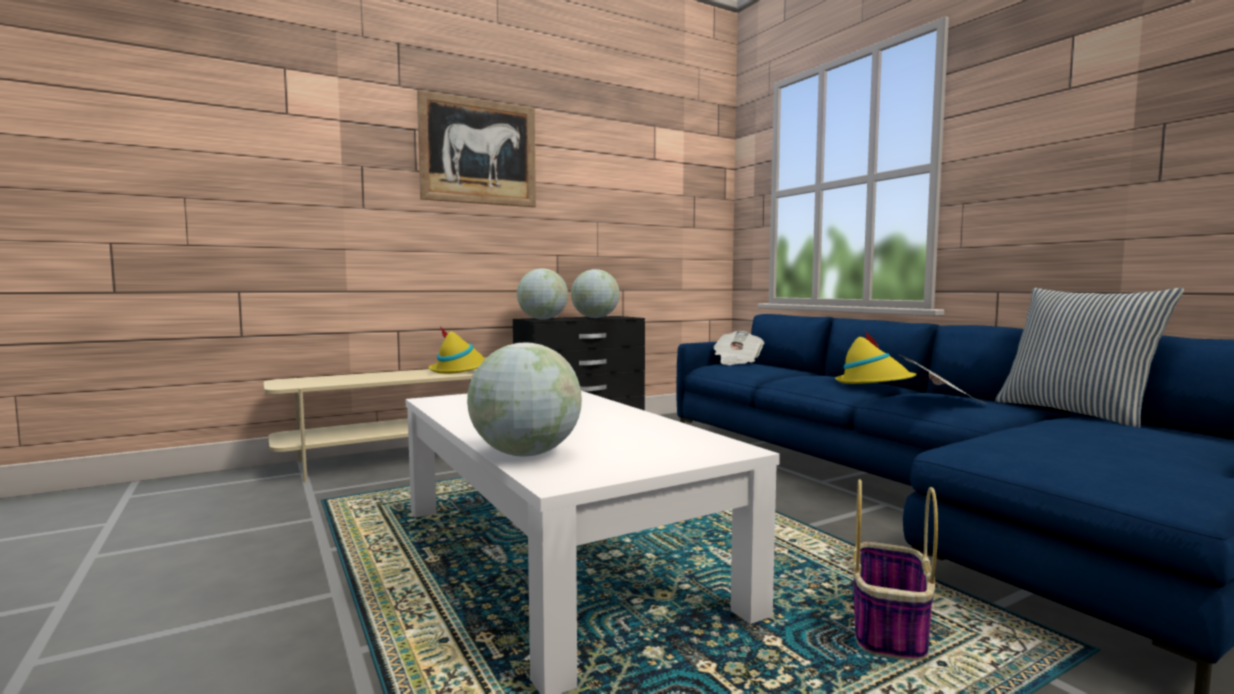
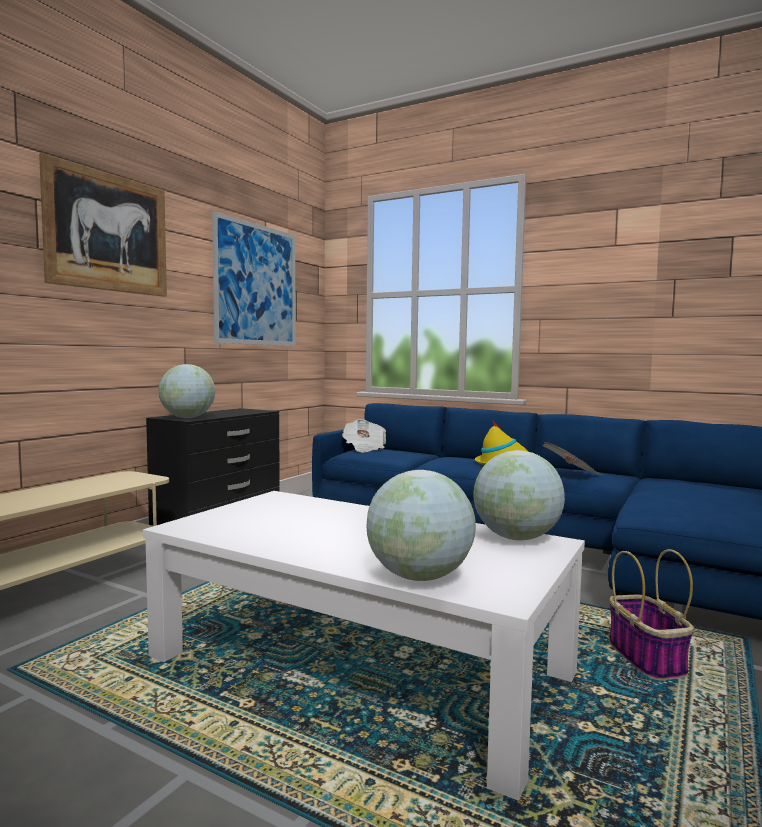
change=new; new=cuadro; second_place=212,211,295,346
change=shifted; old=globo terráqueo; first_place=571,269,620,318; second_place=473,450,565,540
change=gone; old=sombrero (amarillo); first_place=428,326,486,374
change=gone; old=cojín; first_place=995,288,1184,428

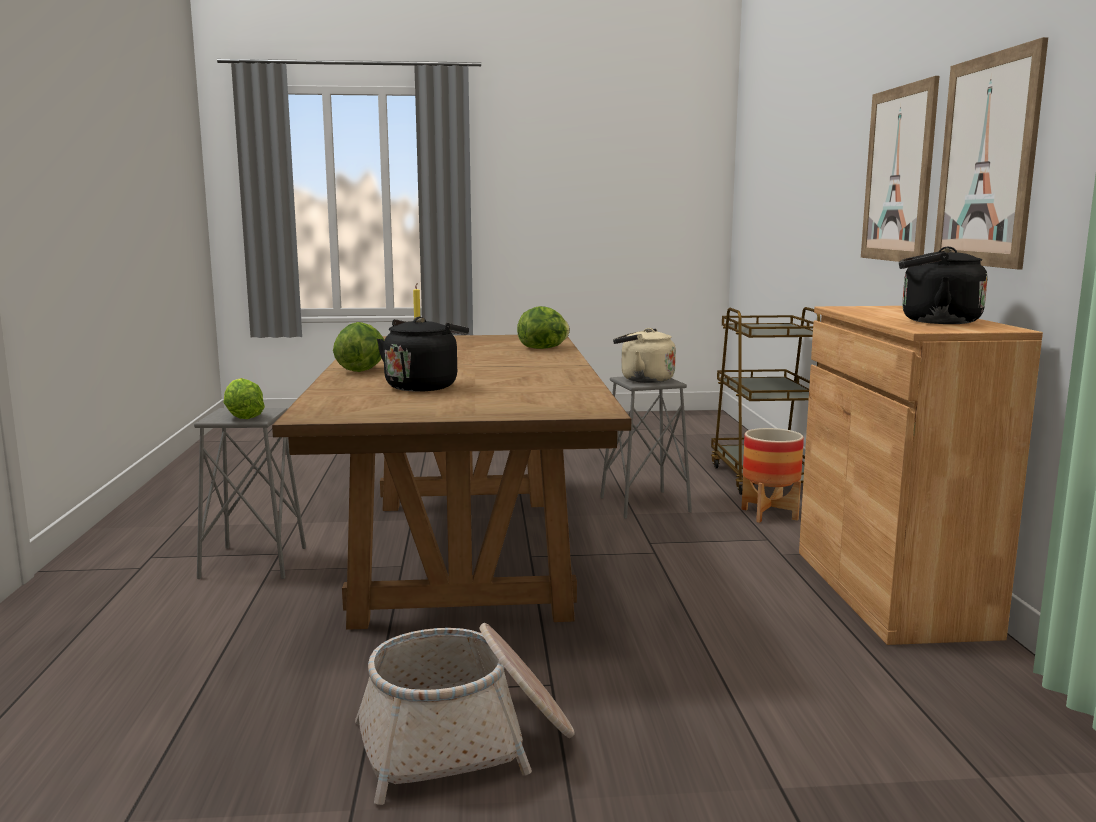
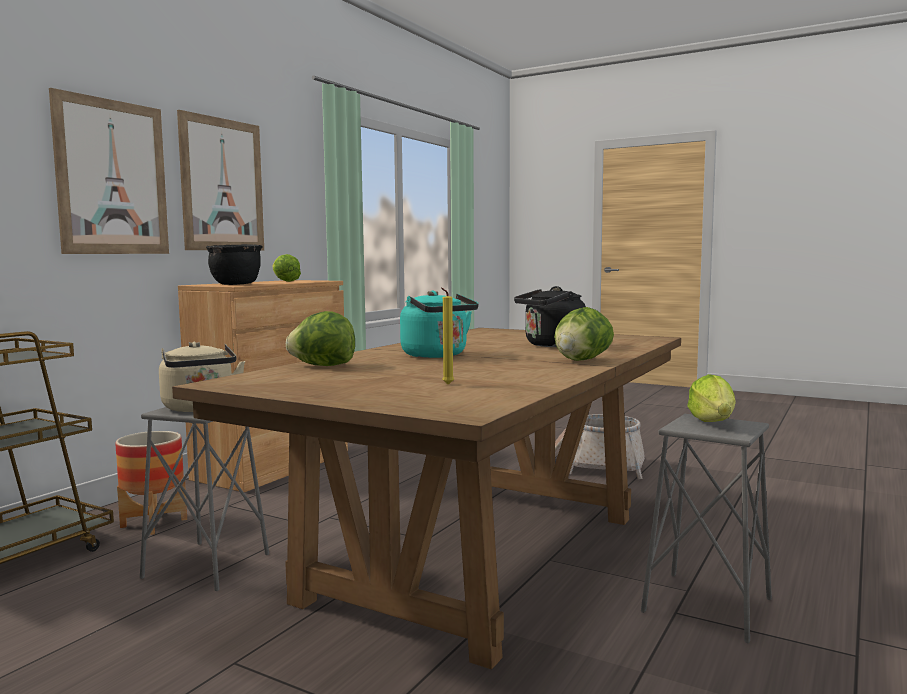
change=new; new=olla (negro); second_place=206,244,263,285
change=swapped; old=hervidor (negro); new=lechuga; first_place=899,247,988,324; second_place=272,254,301,282
change=new; new=hervidor (turquesa); second_place=400,291,479,358

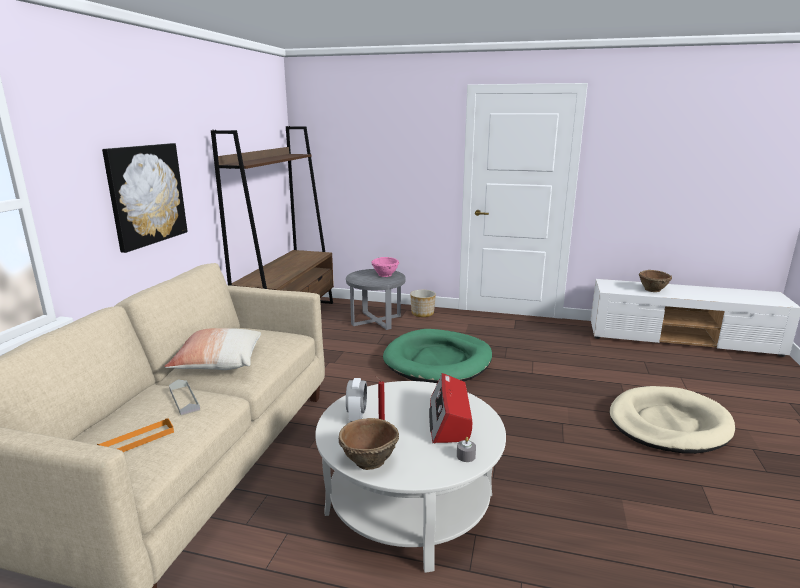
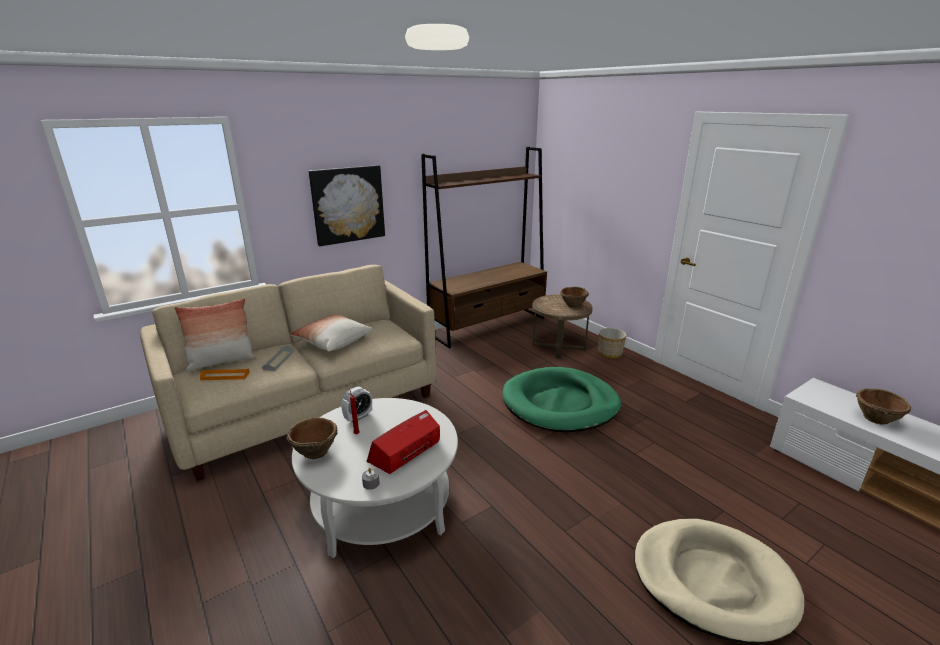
change=new; new=cojín; second_place=175,298,256,372
change=repainted; old=mesa auxiliar (gris); new=mesa auxiliar (marrón); first_place=346,269,406,330; second_place=532,295,593,359
change=repainted; old=cuenco (rosa); new=cuenco (marrón); first_place=371,257,399,277; second_place=560,287,589,308

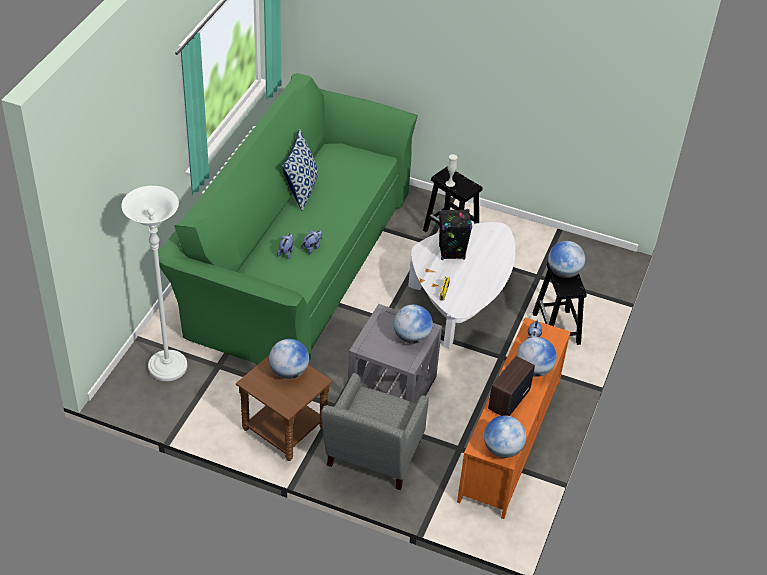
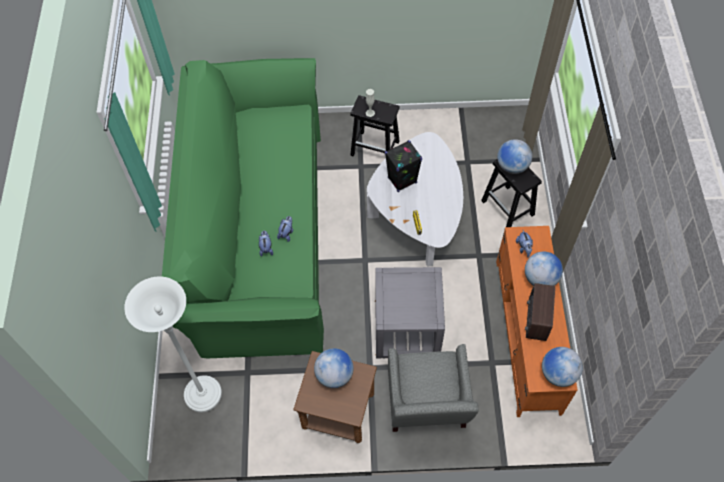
change=gone; old=cojín; first_place=282,129,319,211
change=gone; old=globo terráqueo; first_place=394,305,433,344

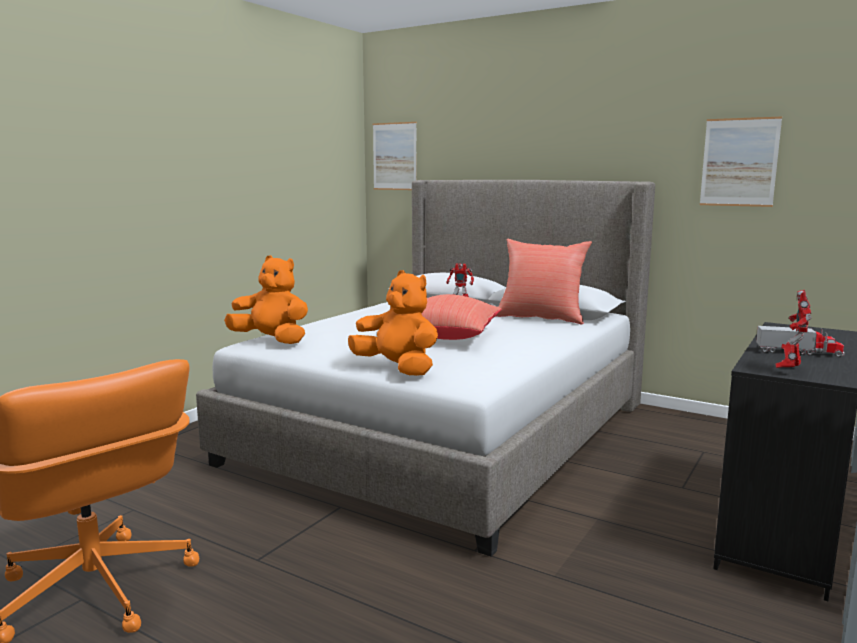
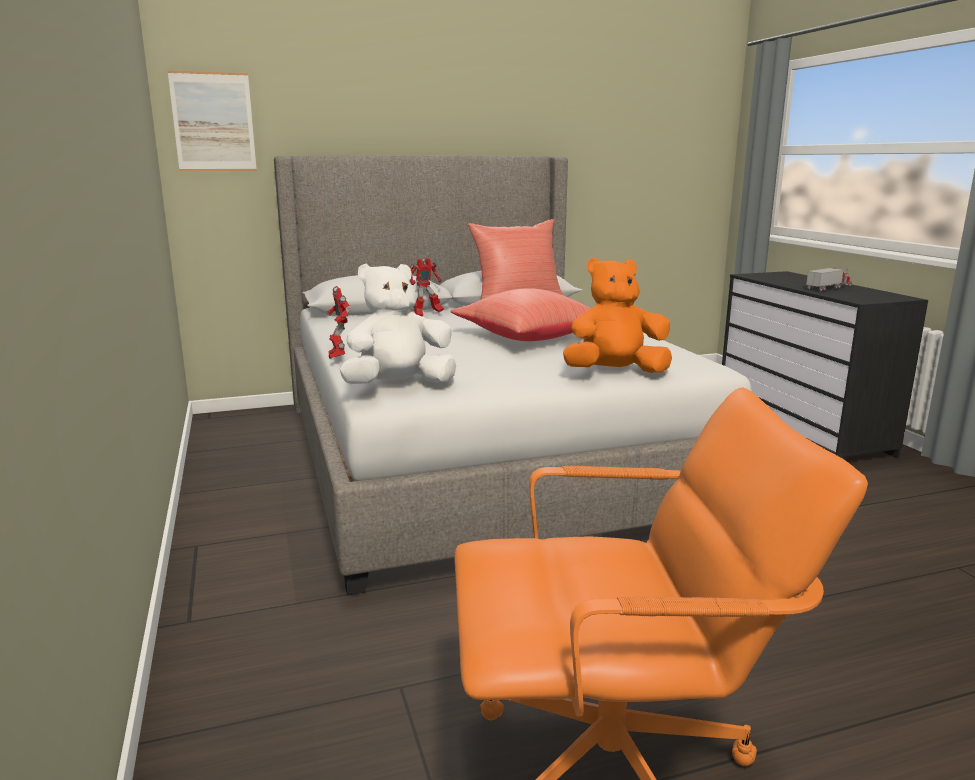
change=shifted; old=robot de juguete; first_place=775,290,811,368; second_place=327,286,350,359
change=repainted; old=peluche (naranja); new=peluche (blanco); first_place=224,255,308,344; second_place=340,264,456,384
change=gone; old=cuadro; first_place=700,116,782,207

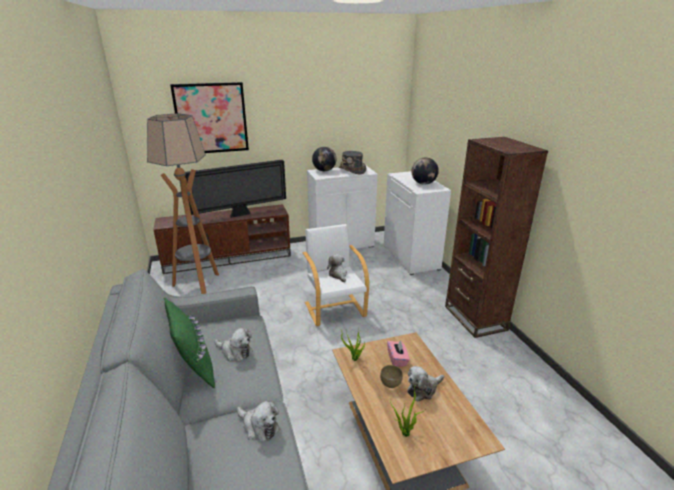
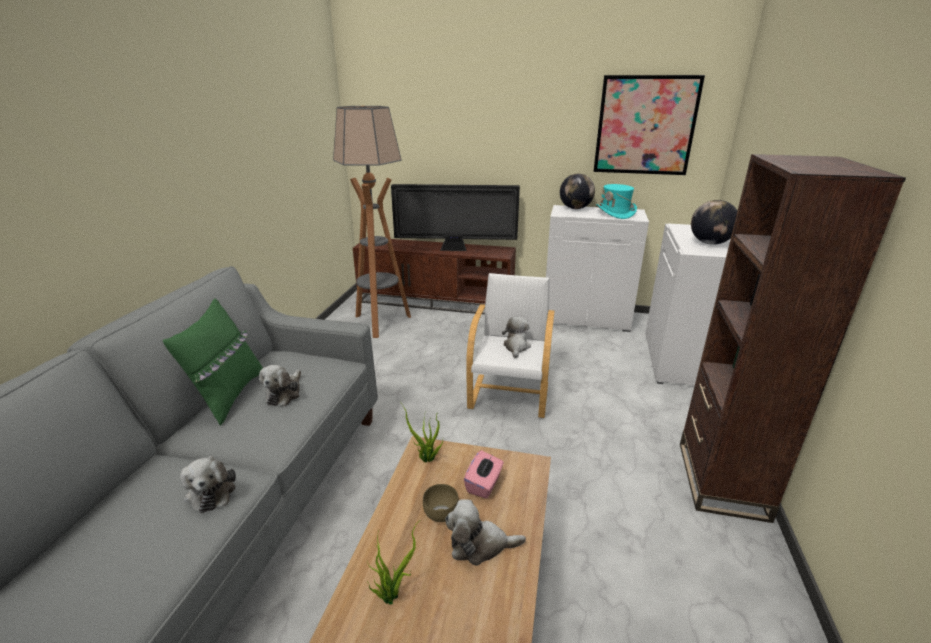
change=rotated; old=peluche; first_place=215,328,253,361; second_place=259,365,301,406; degrees=45
change=shifted; old=cuadro; first_place=170,82,249,153; second_place=594,75,705,175
change=repainted; old=sombrero (gris); new=sombrero (turquesa); first_place=339,151,366,175; second_place=596,184,637,219

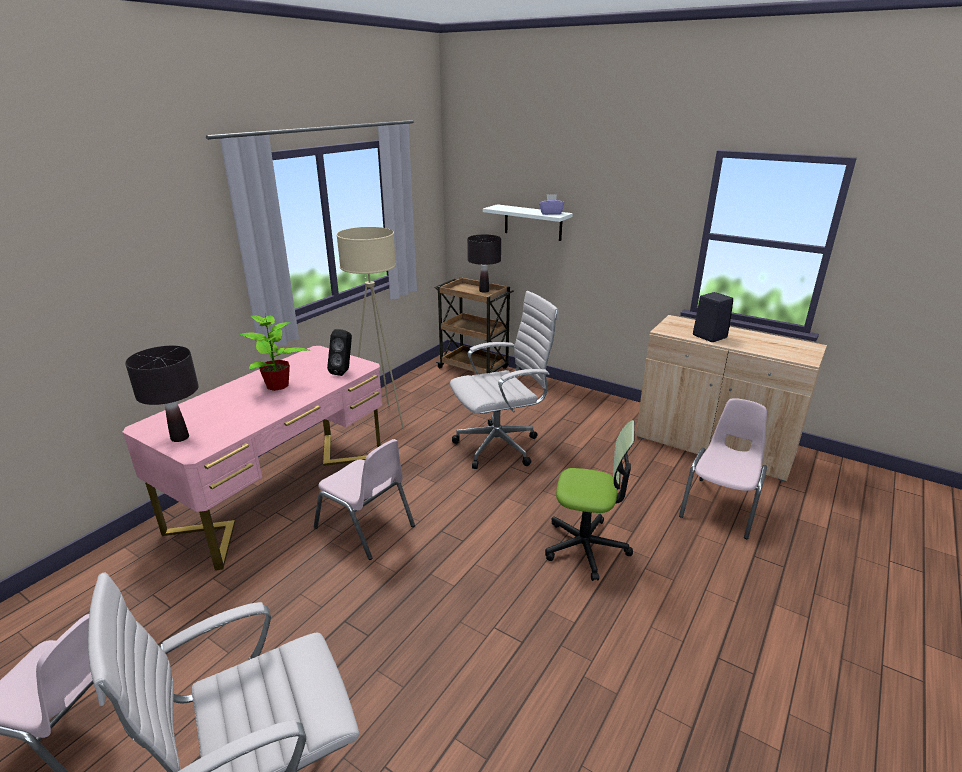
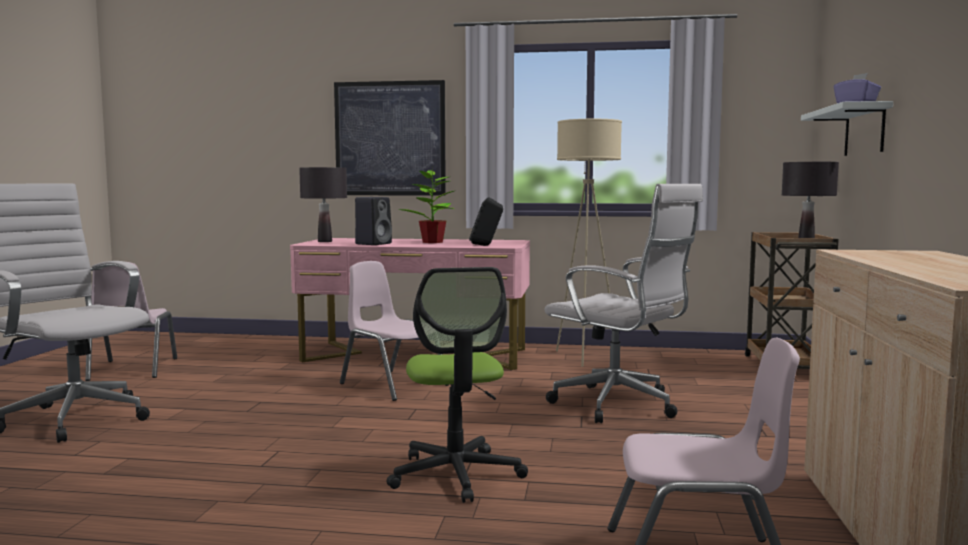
change=new; new=cuadro; second_place=334,80,446,196
change=rotated; old=silla (rosa); first_place=314,439,415,560; second_place=340,261,450,401; degrees=120
change=shifted; old=altavoz (negro); first_place=693,292,733,342; second_place=355,197,392,245

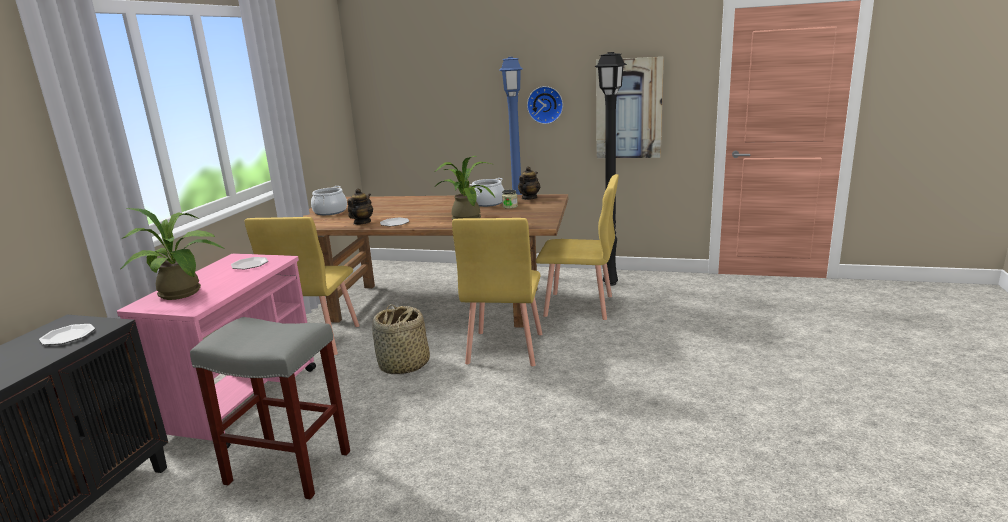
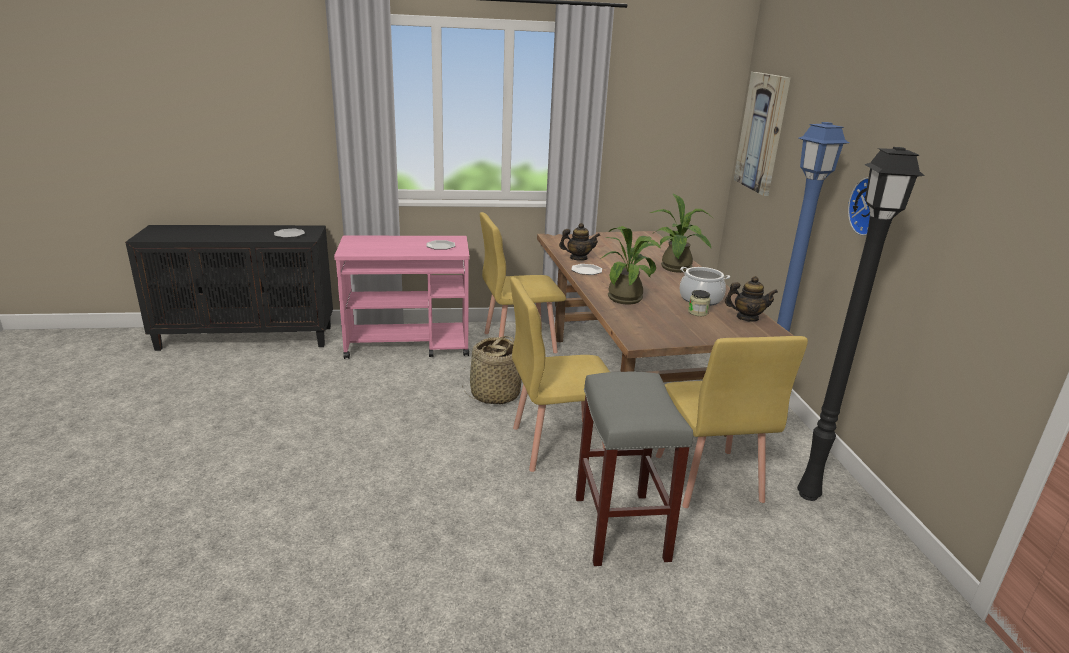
change=shifted; old=taburete (gris); first_place=190,317,350,499; second_place=576,372,693,566
change=shifted; old=planta en maceta; first_place=120,208,225,300; second_place=649,193,714,273
change=shifted; old=cuadro; first_place=596,57,664,158; second_place=734,72,791,196
change=gone; old=olla; first_place=311,186,347,215

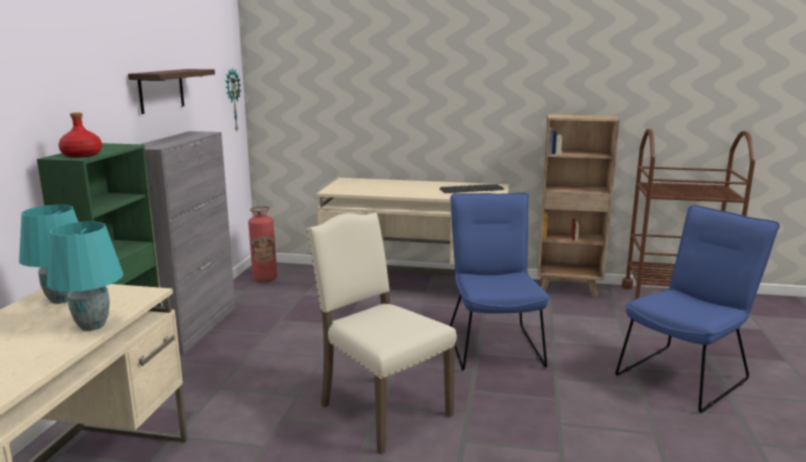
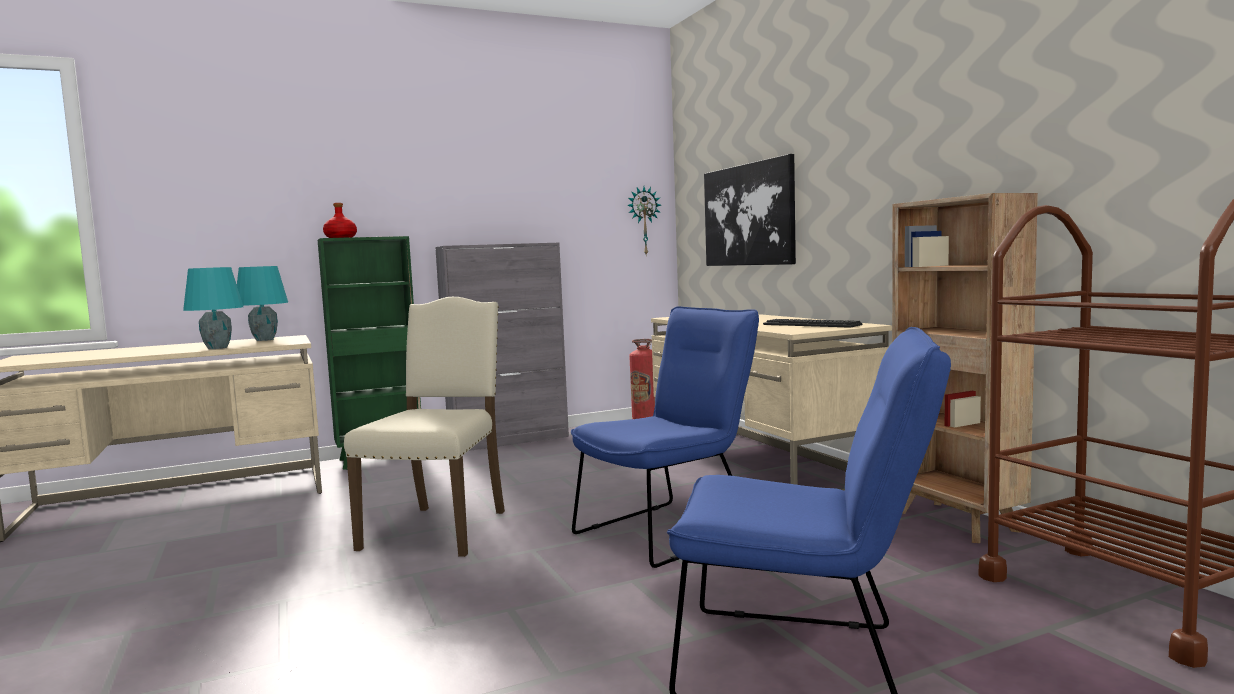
change=new; new=cuadro; second_place=704,154,796,266
change=gone; old=estante; first_place=128,69,215,114

